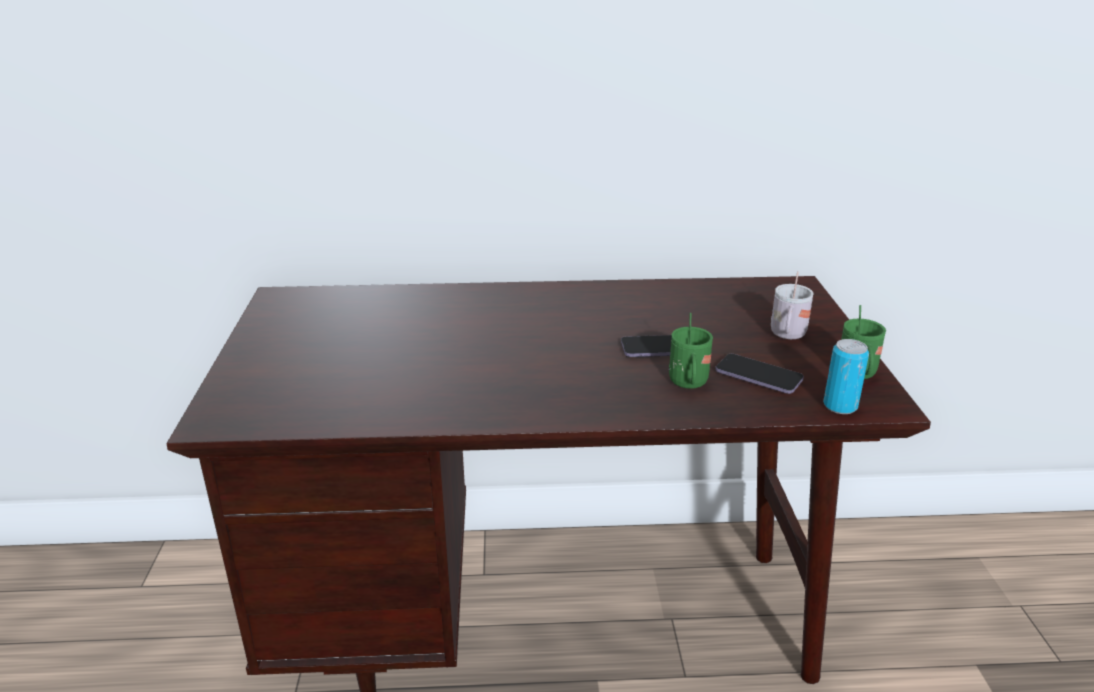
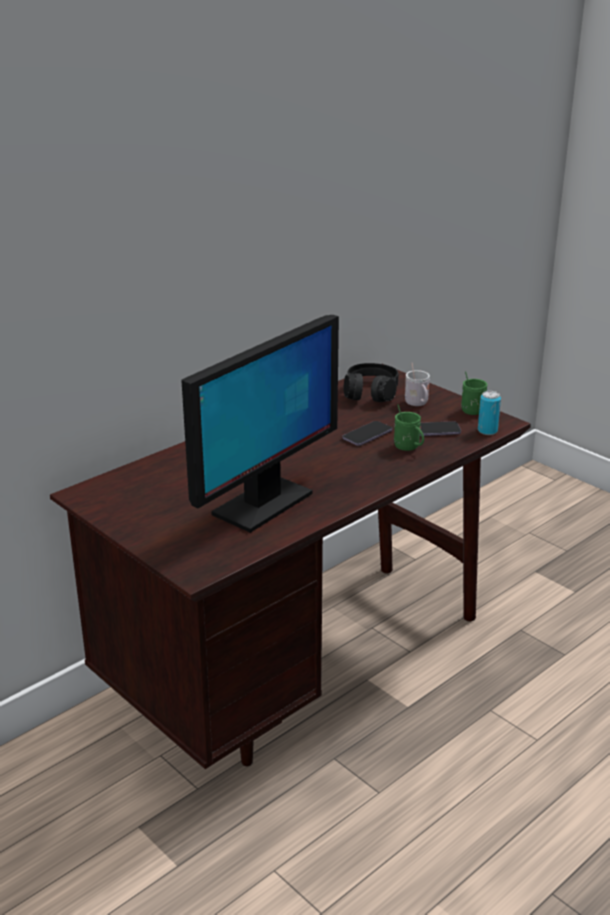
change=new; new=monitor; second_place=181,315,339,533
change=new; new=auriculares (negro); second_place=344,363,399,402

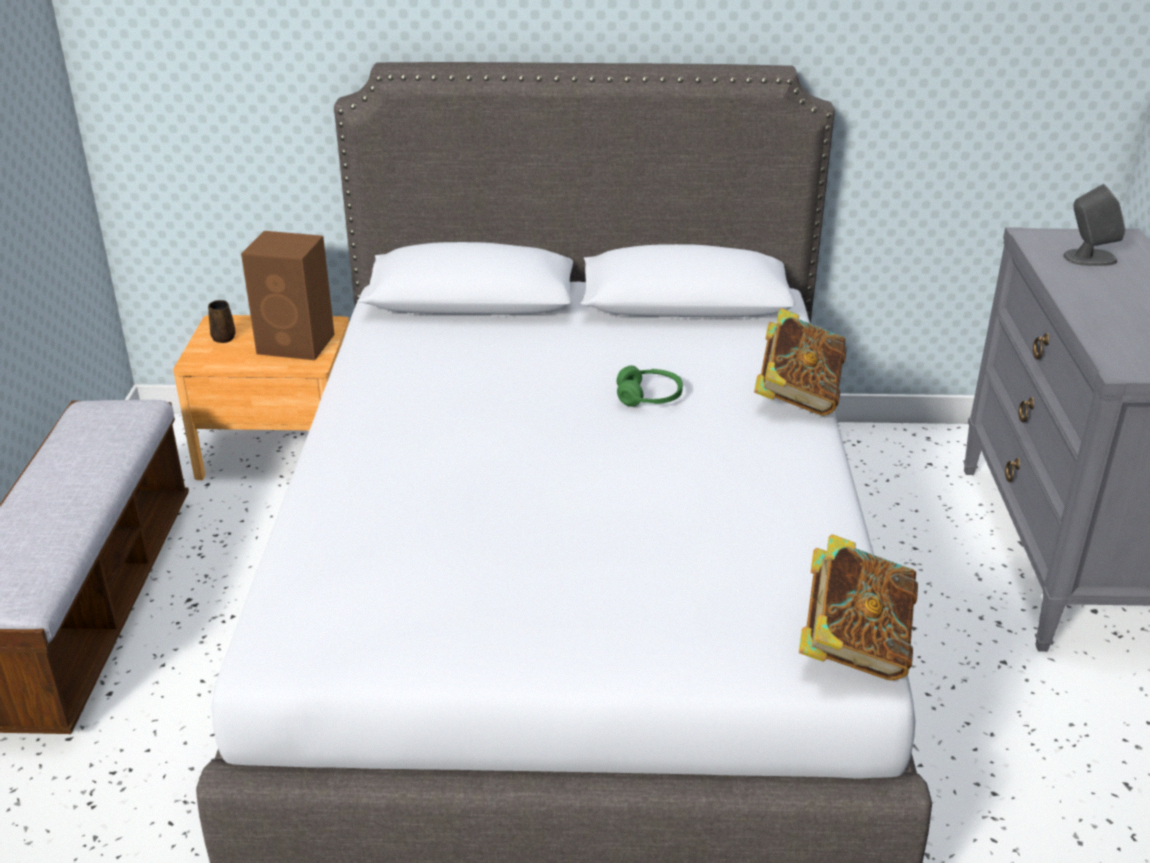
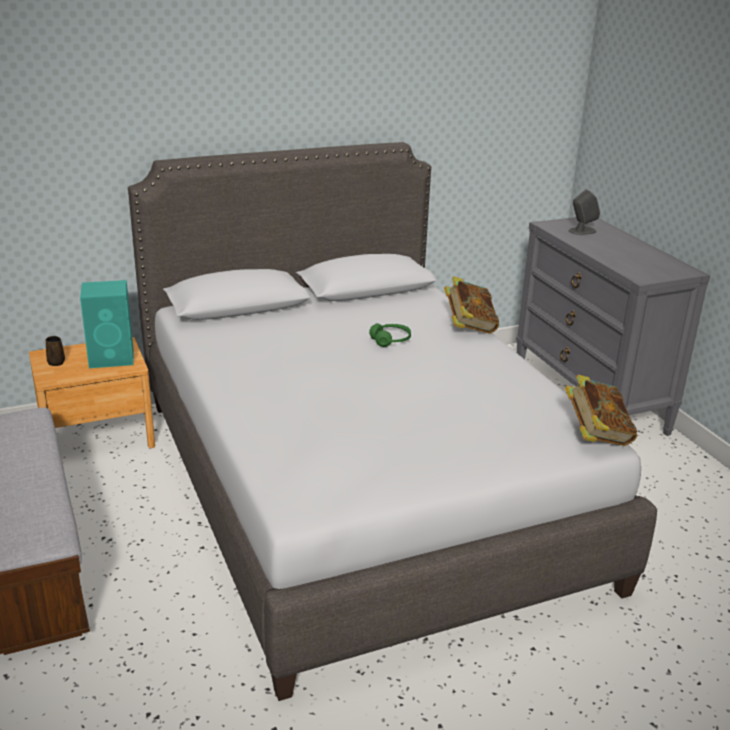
change=repainted; old=altavoz (marrón); new=altavoz (turquesa); first_place=241,231,335,360; second_place=80,280,133,368

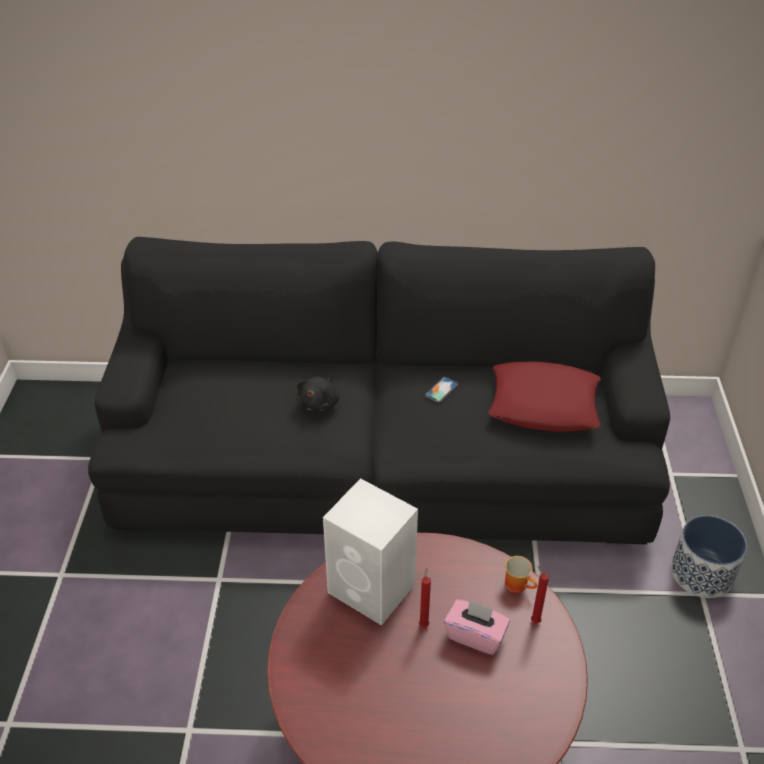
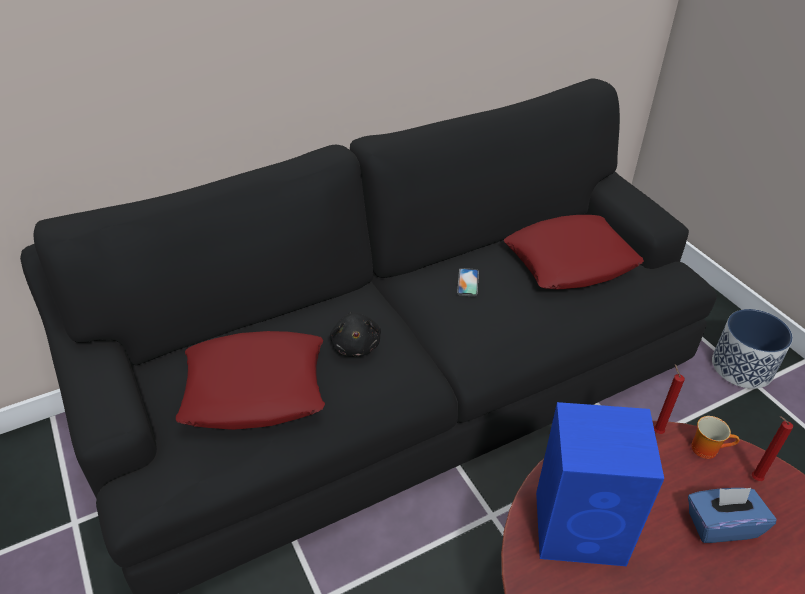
change=new; new=cojín (rojo); second_place=176,331,325,430
change=repainted; old=altavoz (blanco); new=altavoz (azul); first_place=323,478,418,625; second_place=536,402,664,566
change=shifted; old=vela (rojo); first_place=419,567,431,628; second_place=654,364,685,434
change=repainted; old=caja de pañuelos (rosa); new=caja de pañuelos (azul); first_place=444,600,510,655; second_place=688,488,777,543

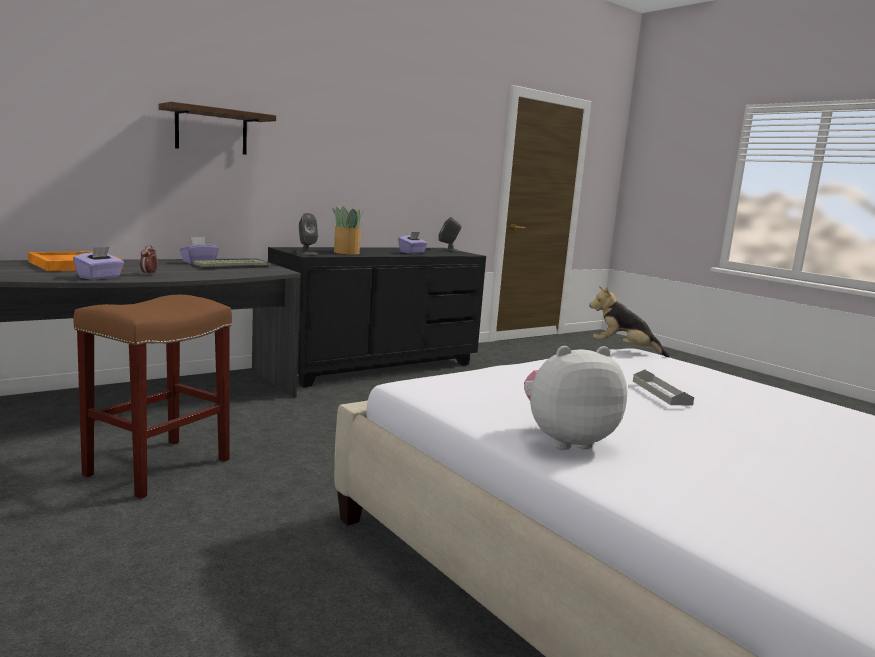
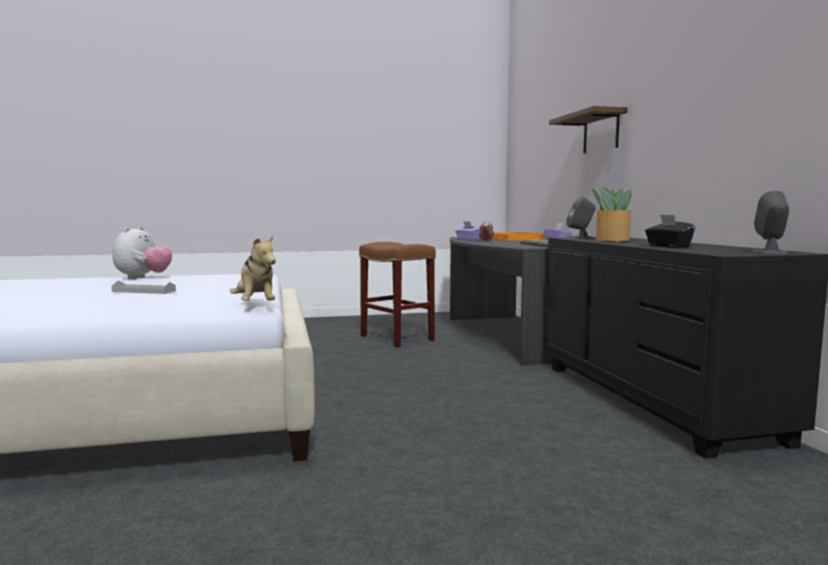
change=rotated; old=peluche; first_place=589,286,670,358; second_place=230,235,276,301; degrees=105
change=repainted; old=caja de pañuelos (morado); new=caja de pañuelos (negro); first_place=398,232,427,254; second_place=645,215,695,247

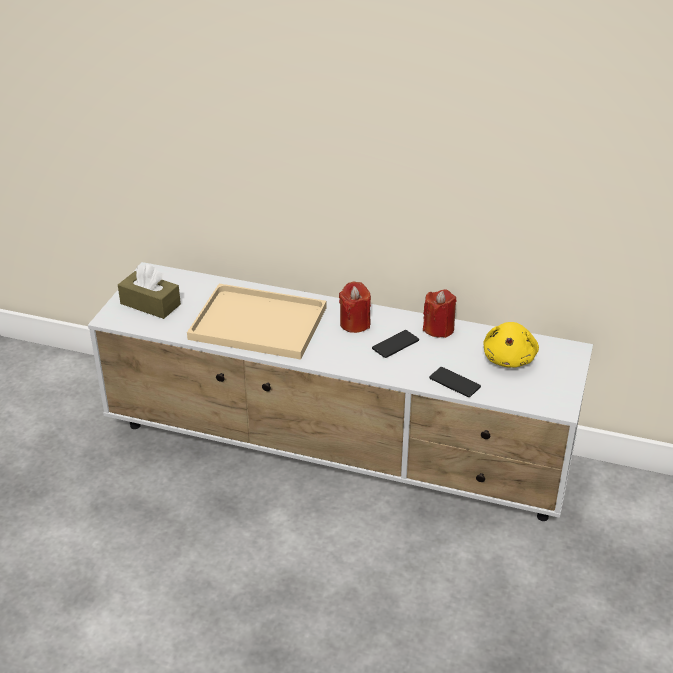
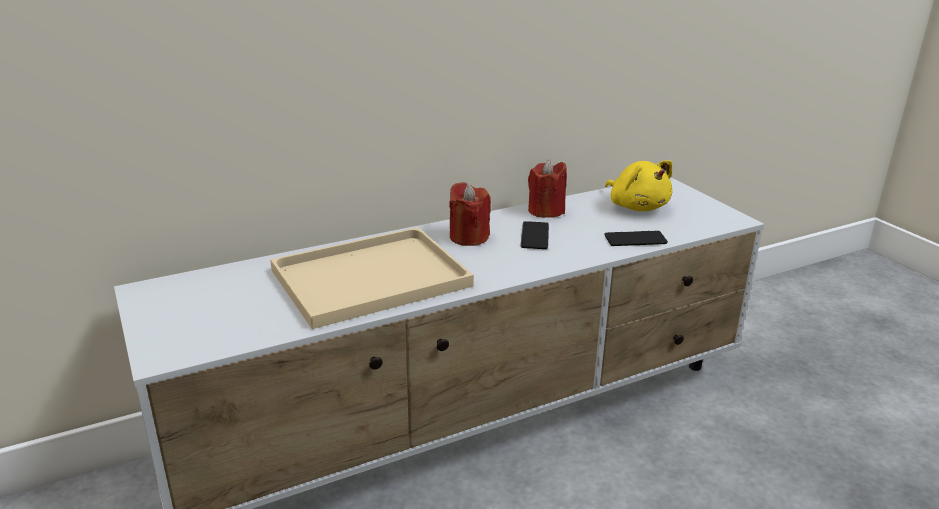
change=gone; old=caja de pañuelos (marrón); first_place=118,264,181,319

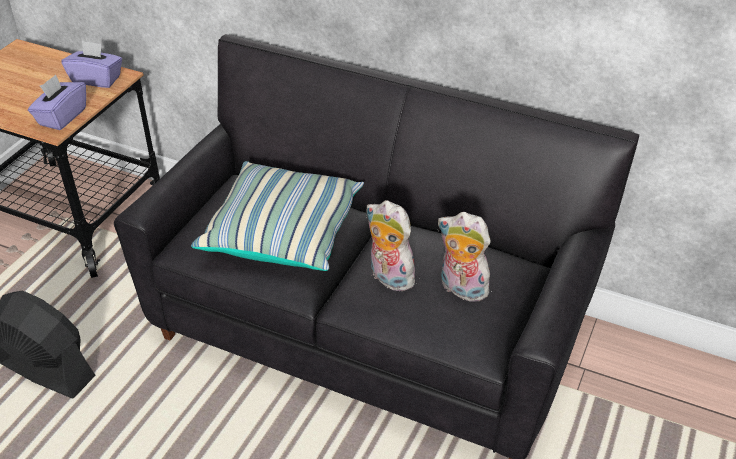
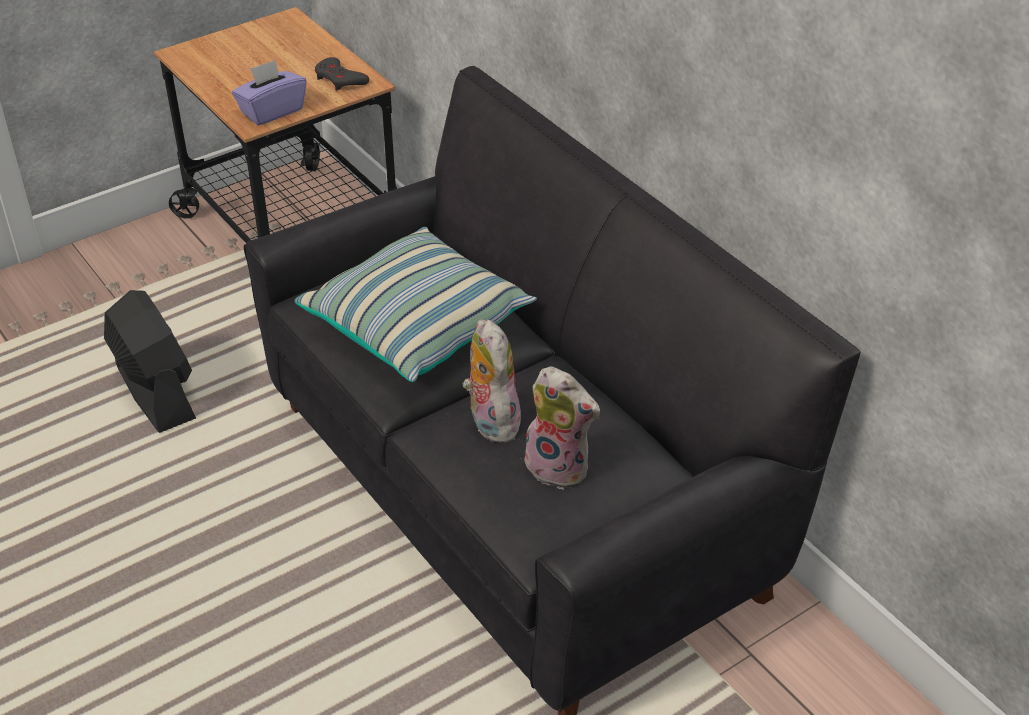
change=swapped; old=caja de pañuelos (morado); new=mando de consola (gris); first_place=61,41,122,88; second_place=315,57,369,91
change=rotated; old=peluche; first_place=437,212,491,302; second_place=524,366,600,490; degrees=150

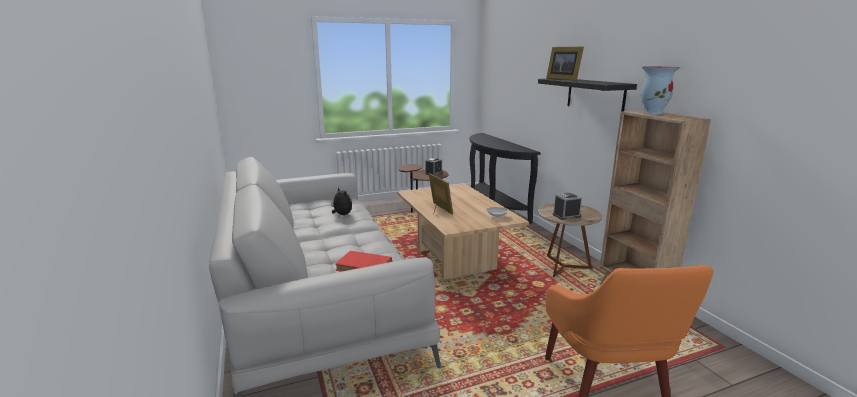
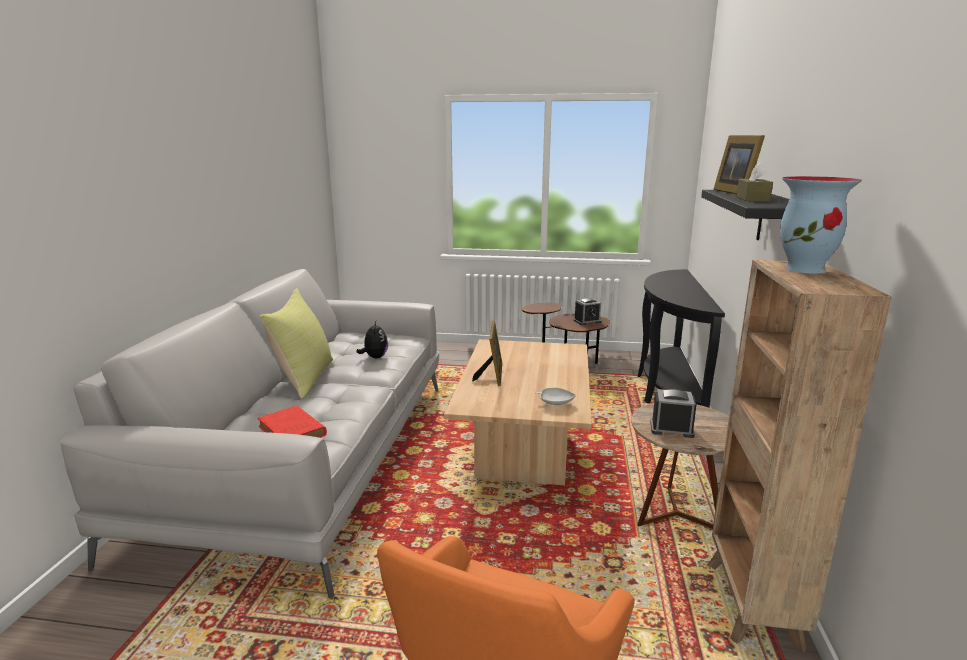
change=new; new=cojín (amarillo); second_place=260,288,333,399
change=new; new=caja de pañuelos (marrón); second_place=736,162,773,202

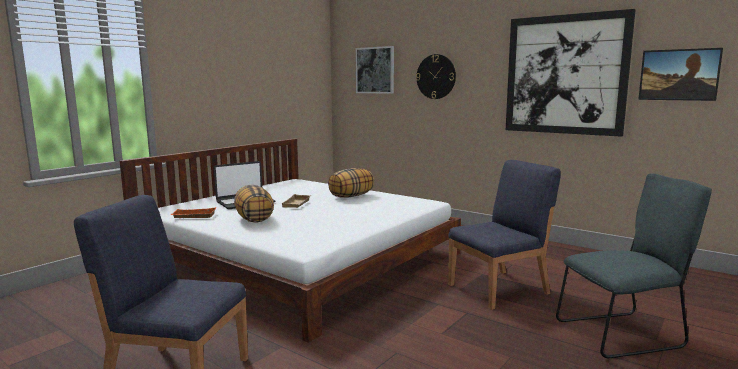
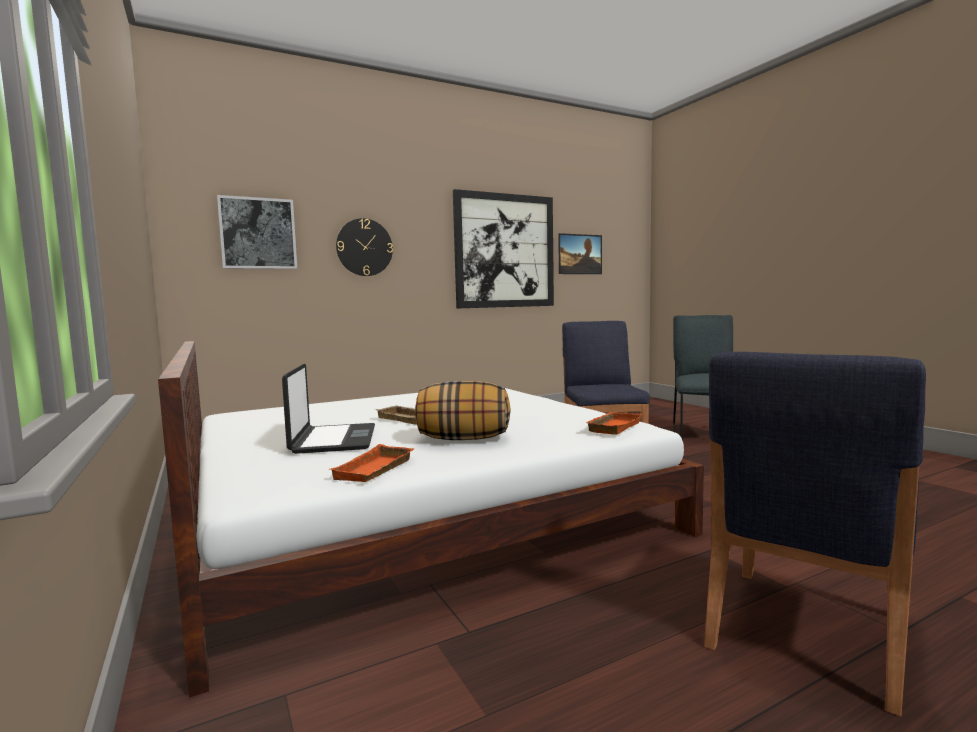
change=new; new=bandeja (naranja); second_place=586,412,642,435
change=gone; old=cojín; first_place=328,168,374,198

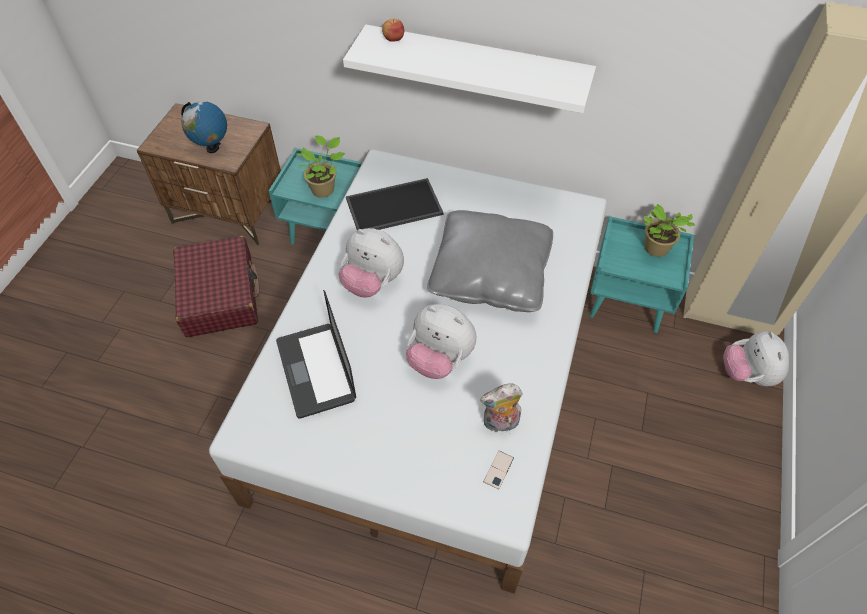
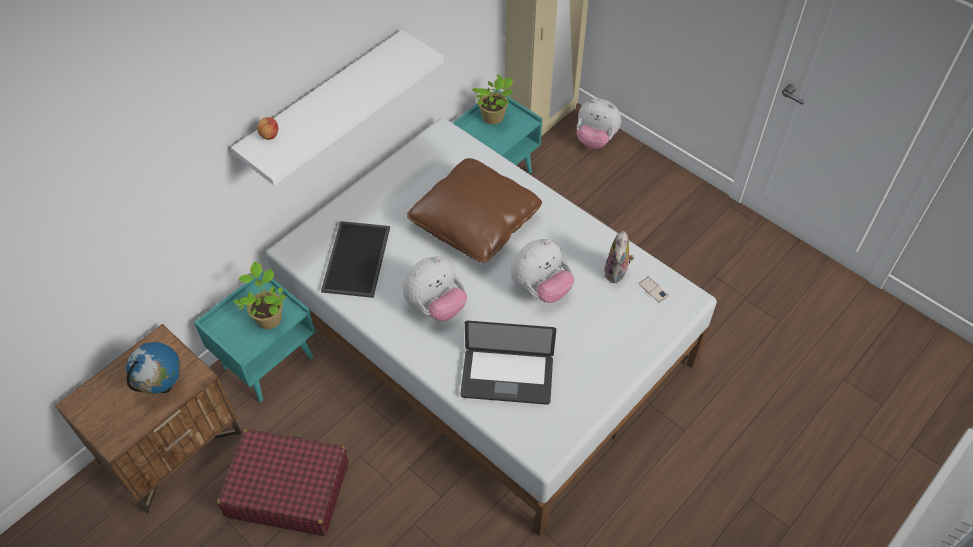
change=repainted; old=cojín (gris); new=cojín (marrón); first_place=427,210,553,312; second_place=407,158,542,263

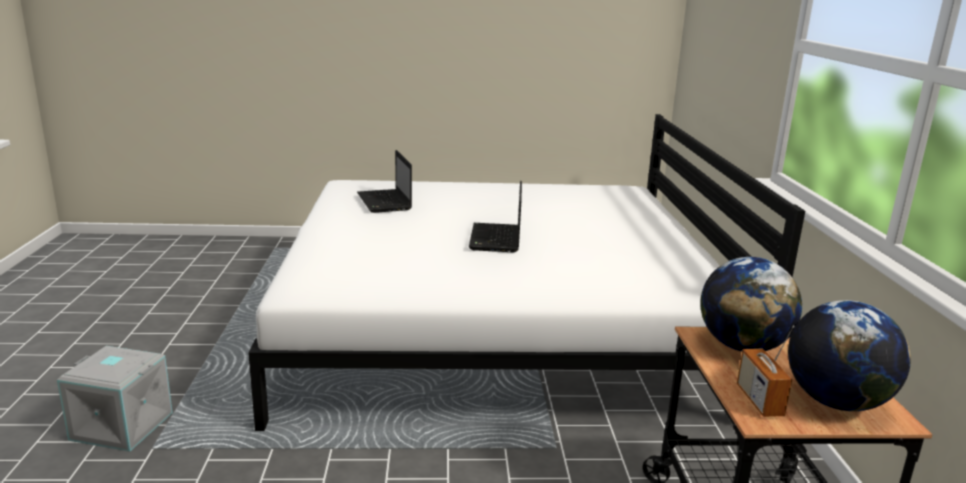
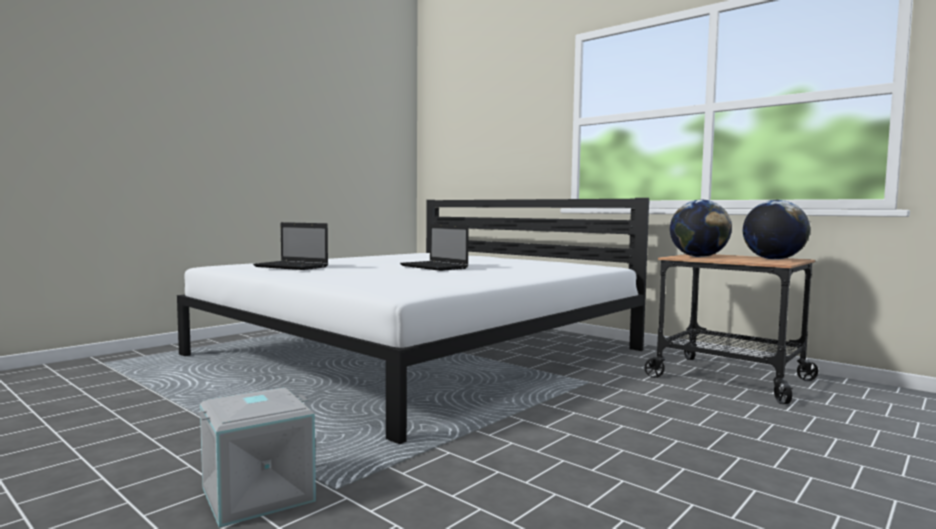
change=gone; old=radio; first_place=737,325,794,417

